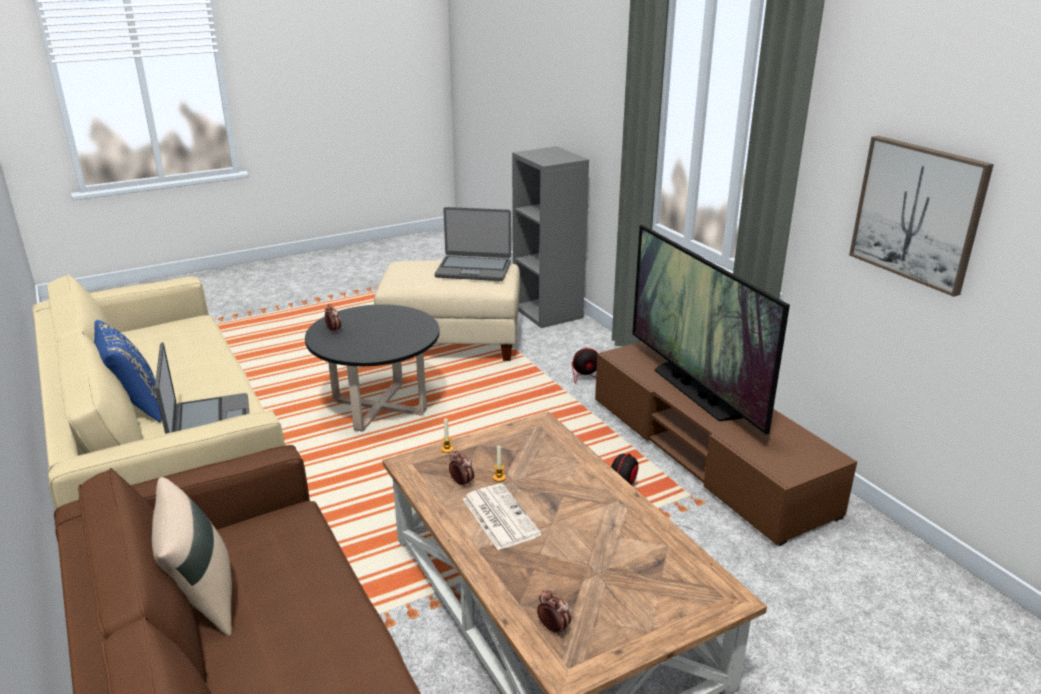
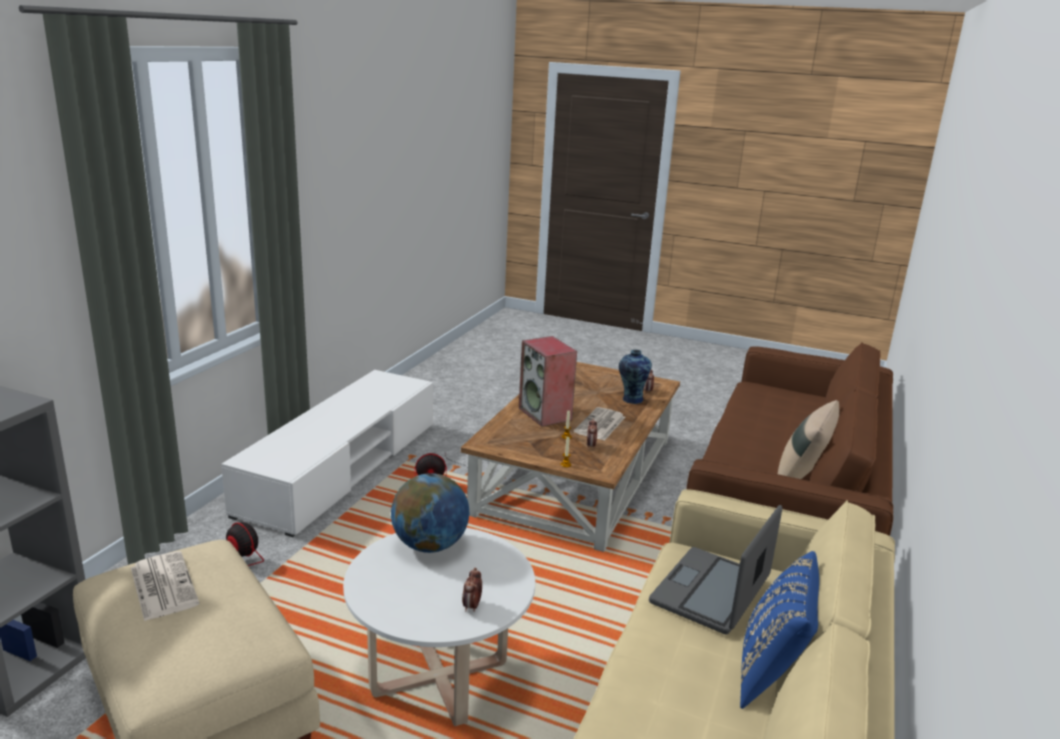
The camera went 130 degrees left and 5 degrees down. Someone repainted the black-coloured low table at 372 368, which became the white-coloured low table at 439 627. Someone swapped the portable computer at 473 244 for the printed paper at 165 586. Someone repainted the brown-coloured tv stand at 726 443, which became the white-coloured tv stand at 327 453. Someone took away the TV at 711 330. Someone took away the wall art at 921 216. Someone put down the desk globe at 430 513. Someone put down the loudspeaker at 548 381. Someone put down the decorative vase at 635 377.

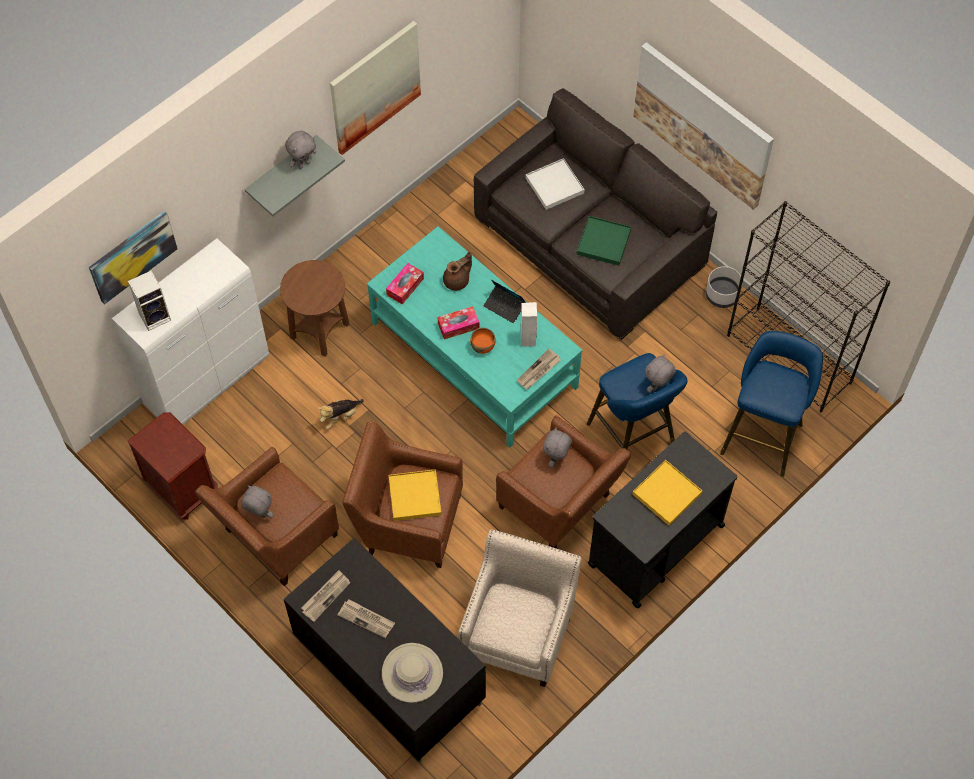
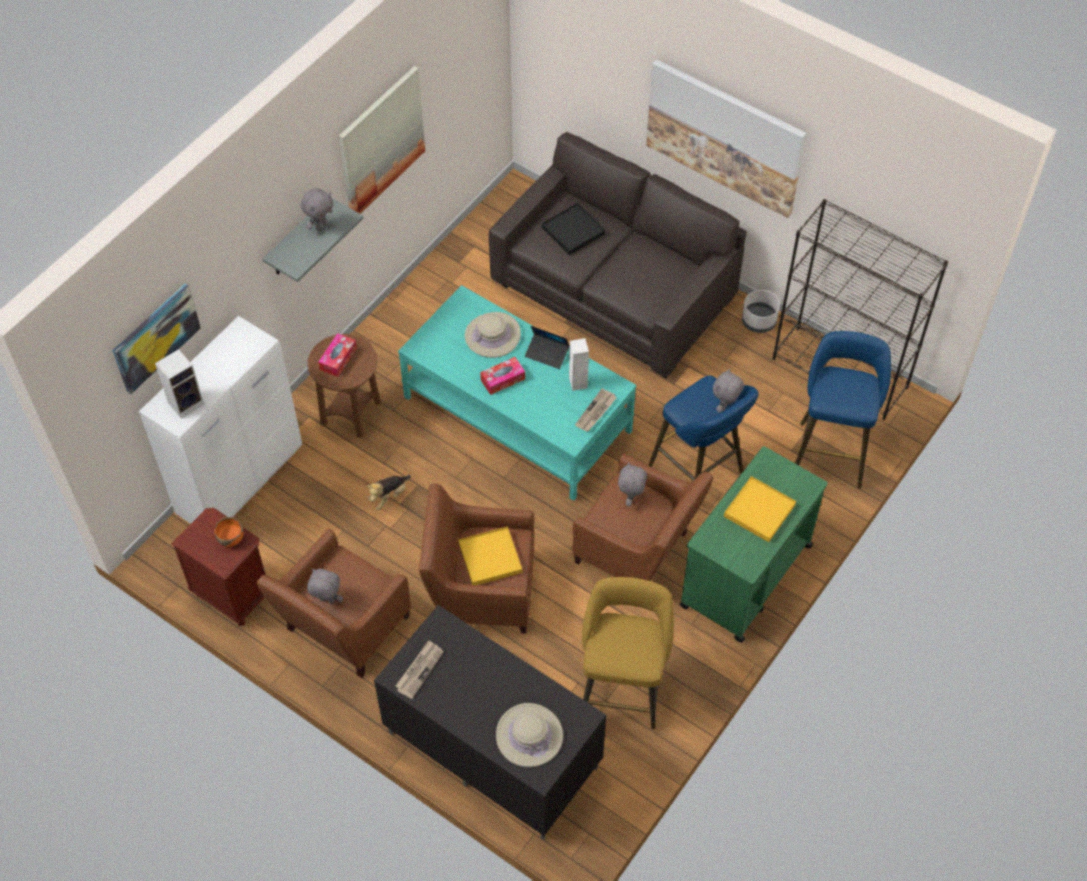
The camera went 10 degrees left and 5 degrees down. Someone took away the printed paper at 366 618. Someone carried the tissue box from 405 283 to 337 355. Someone swapped the brown-coloured pot for tea at 457 271 for the sand-coloured hat at 493 335. Someone swapped the sand-coloured armchair at 520 608 for the yellow sitting stool at 628 653. Someone carried the orange serving bowl from 483 341 to 228 532. Someone repainted the white-coloured carrying tray at 555 184, which became the black-coloured carrying tray at 573 229. Someone took away the green carrying tray at 604 241. Someone repainted the black-coloured wheeled cart at 662 520, which became the green wheeled cart at 754 544.

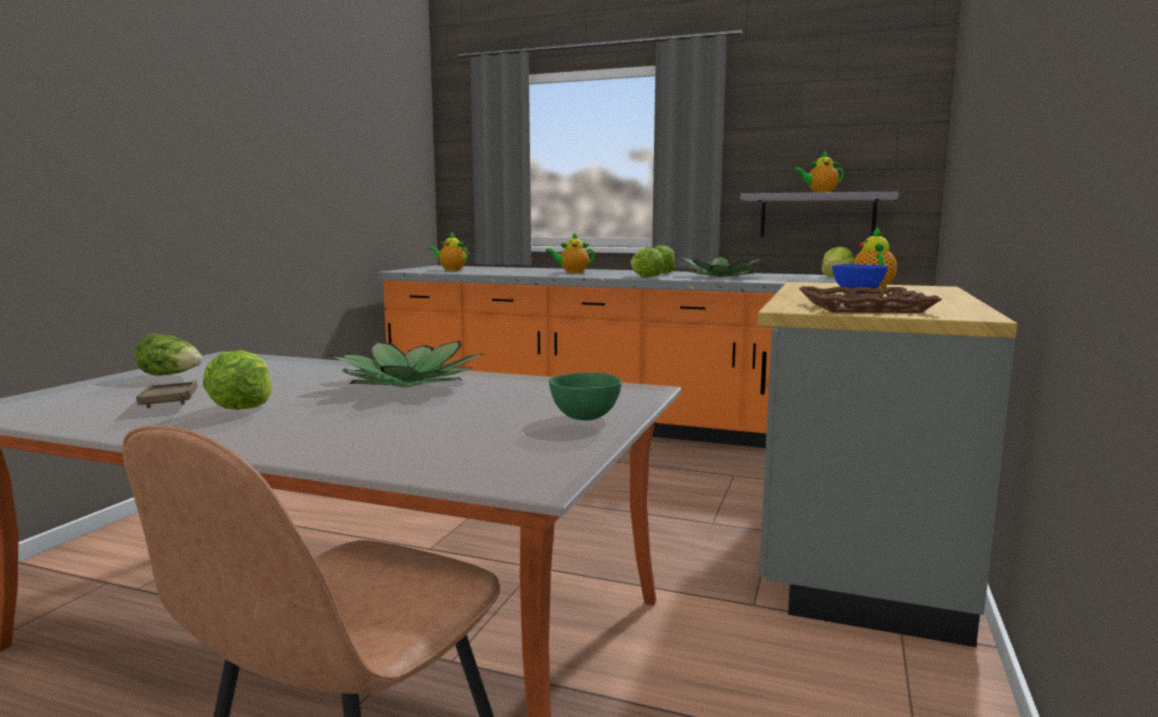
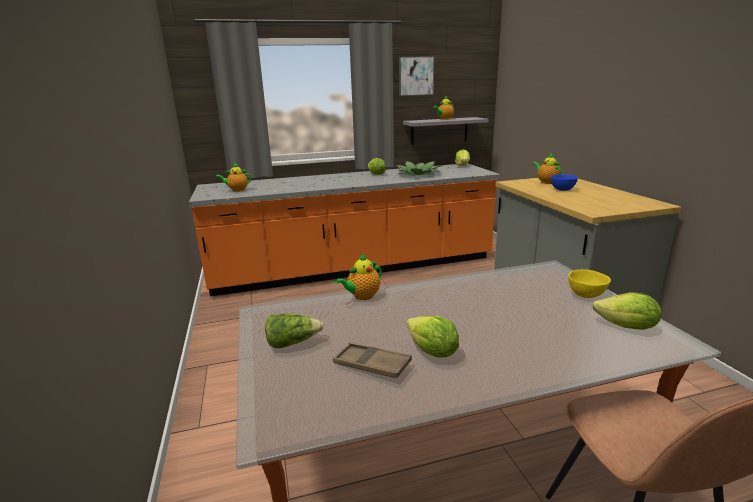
The camera went 35 degrees left and 10 degrees up. Someone took away the potted plant at 407 364. Someone carried the pot for tea from 570 253 to 358 277. Someone repainted the green serving bowl at 585 396, which became the yellow serving bowl at 589 283. Someone carried the lettuce from 647 262 to 626 311. Someone took away the brown-coloured carrying tray at 870 299. Someone put up the wall art at 416 76.

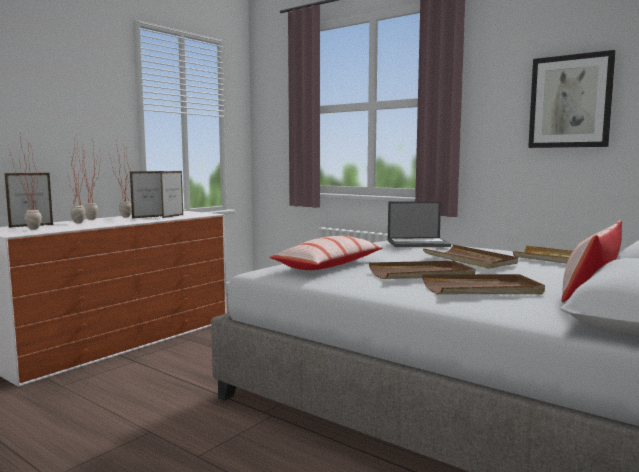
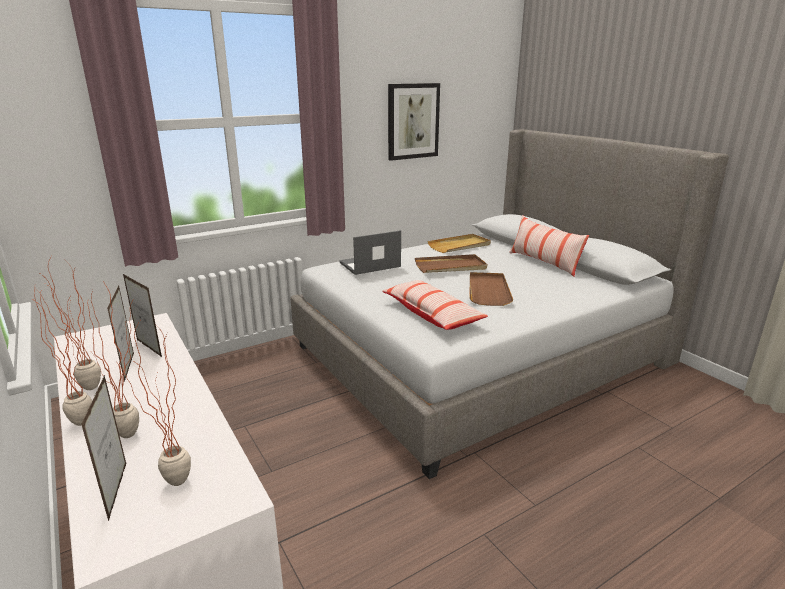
The camera went 70 degrees left and 15 degrees up. Someone rotated the portable computer at 419 224 by 135 degrees counterclockwise. Someone took away the brown-coloured carrying tray at 483 284.

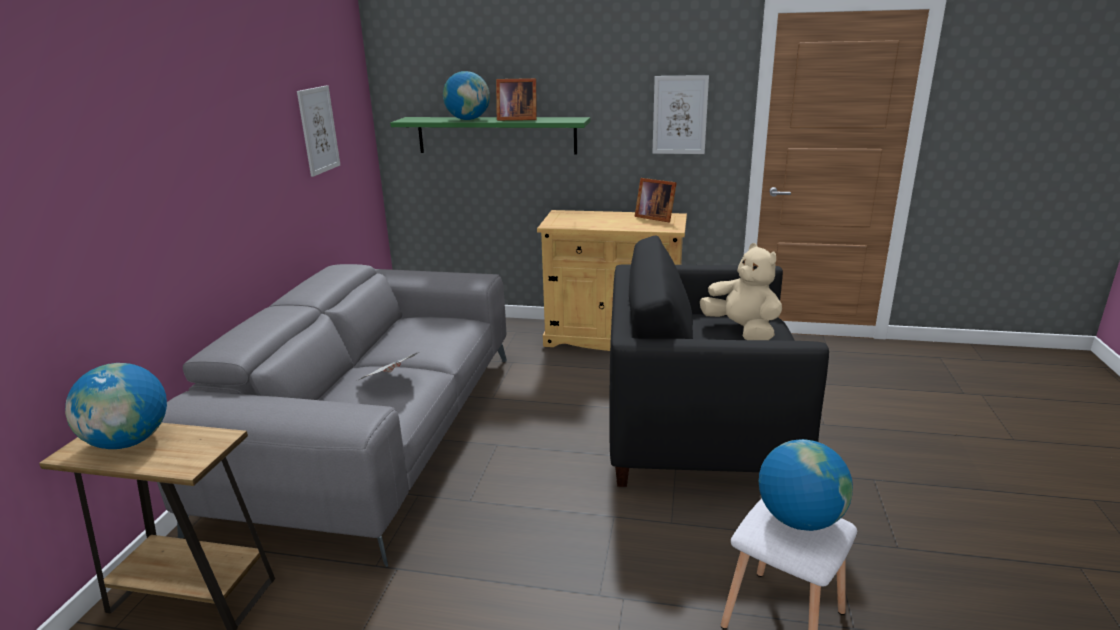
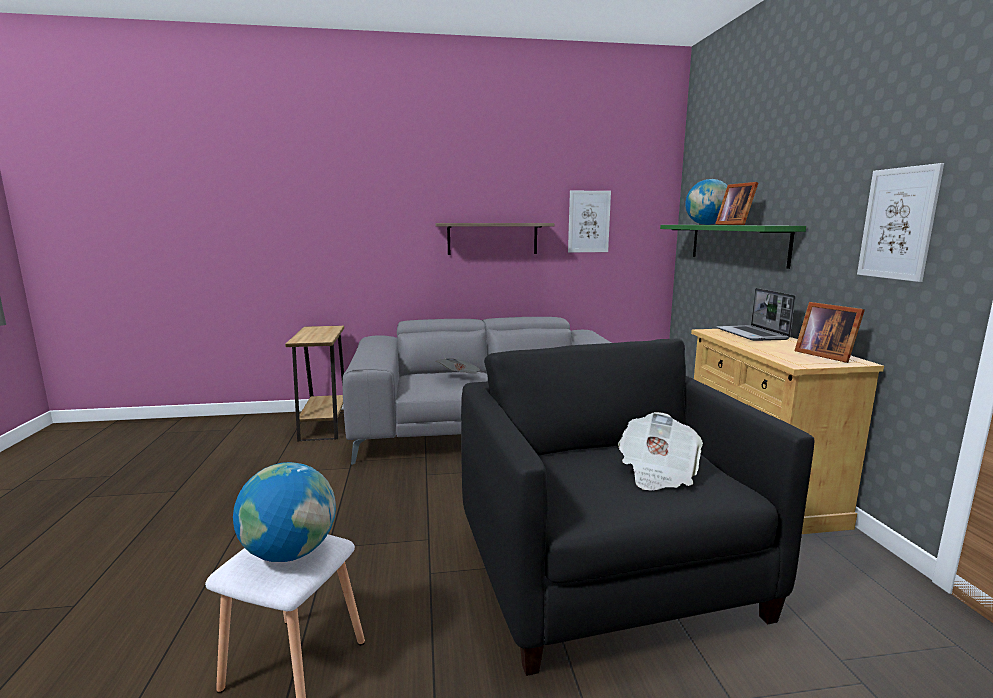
The camera went 70 degrees right and 10 degrees down. Someone took away the desk globe at 116 406. Someone rotated the photo frame at 656 200 by 45 degrees counterclockwise. Someone swapped the sand-coloured soft toy at 741 291 for the printed paper at 660 451. Someone put up the shelf at 495 239. Someone put down the portable computer at 756 314.

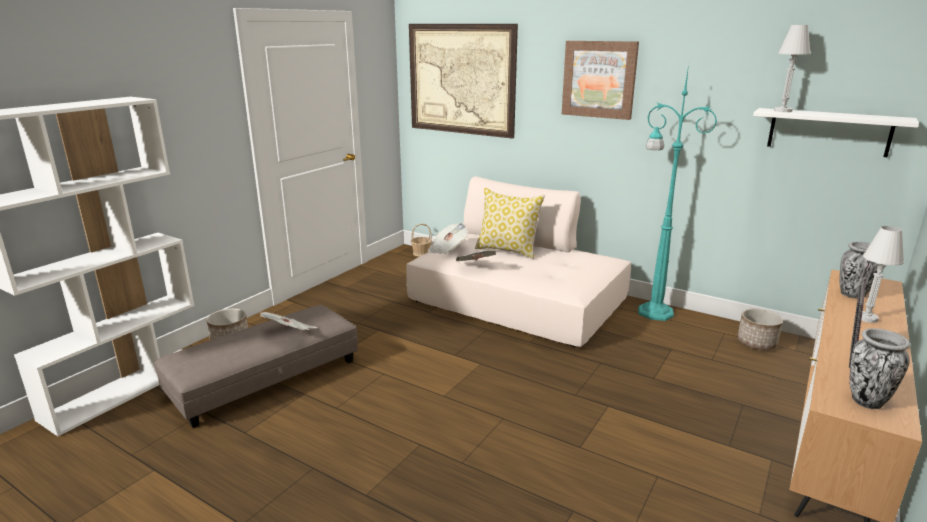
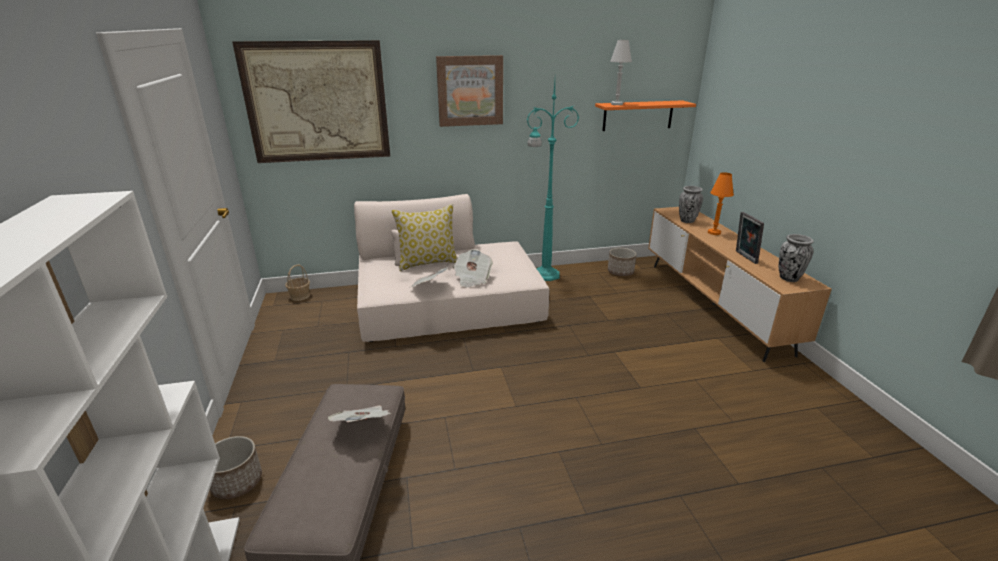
The camera went 45 degrees left and 5 degrees up. Someone carried the printed paper from 448 238 to 473 268. Someone repainted the white-coloured shelf at 836 132, which became the orange shelf at 645 115. Someone repainted the white-coloured tabletop lamp at 882 274, which became the orange tabletop lamp at 721 203.

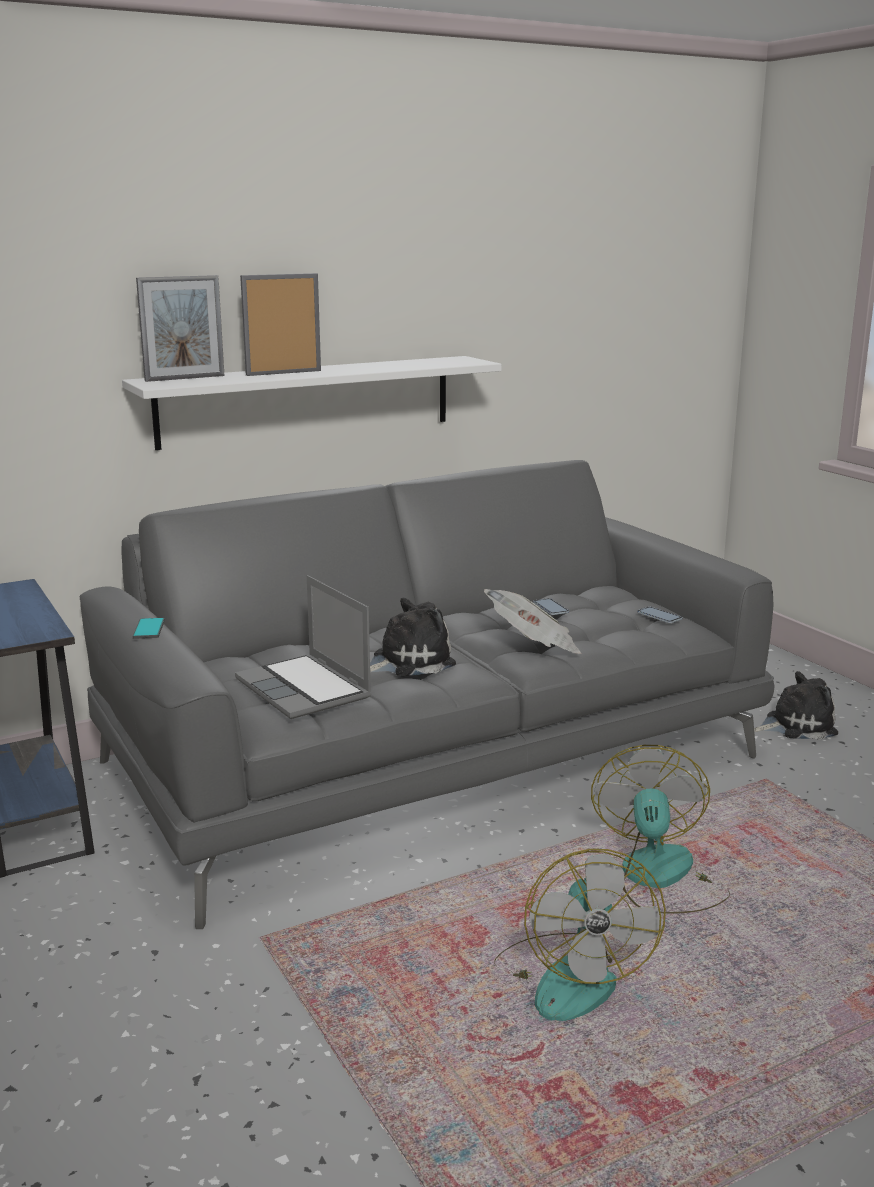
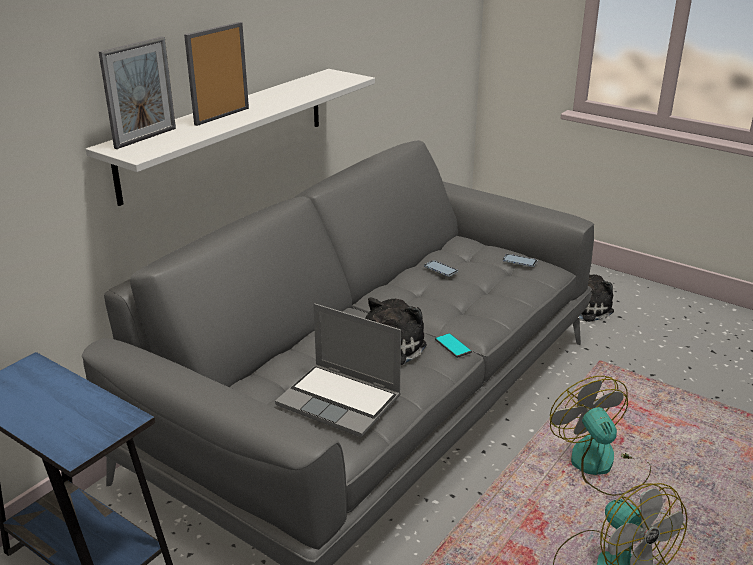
The camera went 25 degrees left and 10 degrees up. Someone carried the telephone from 149 628 to 453 345. Someone took away the printed paper at 533 621.

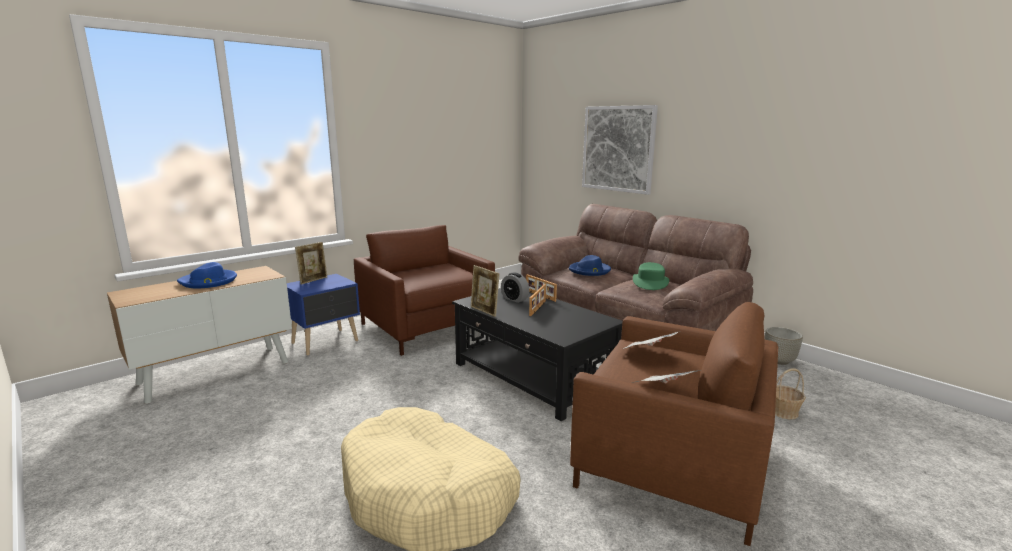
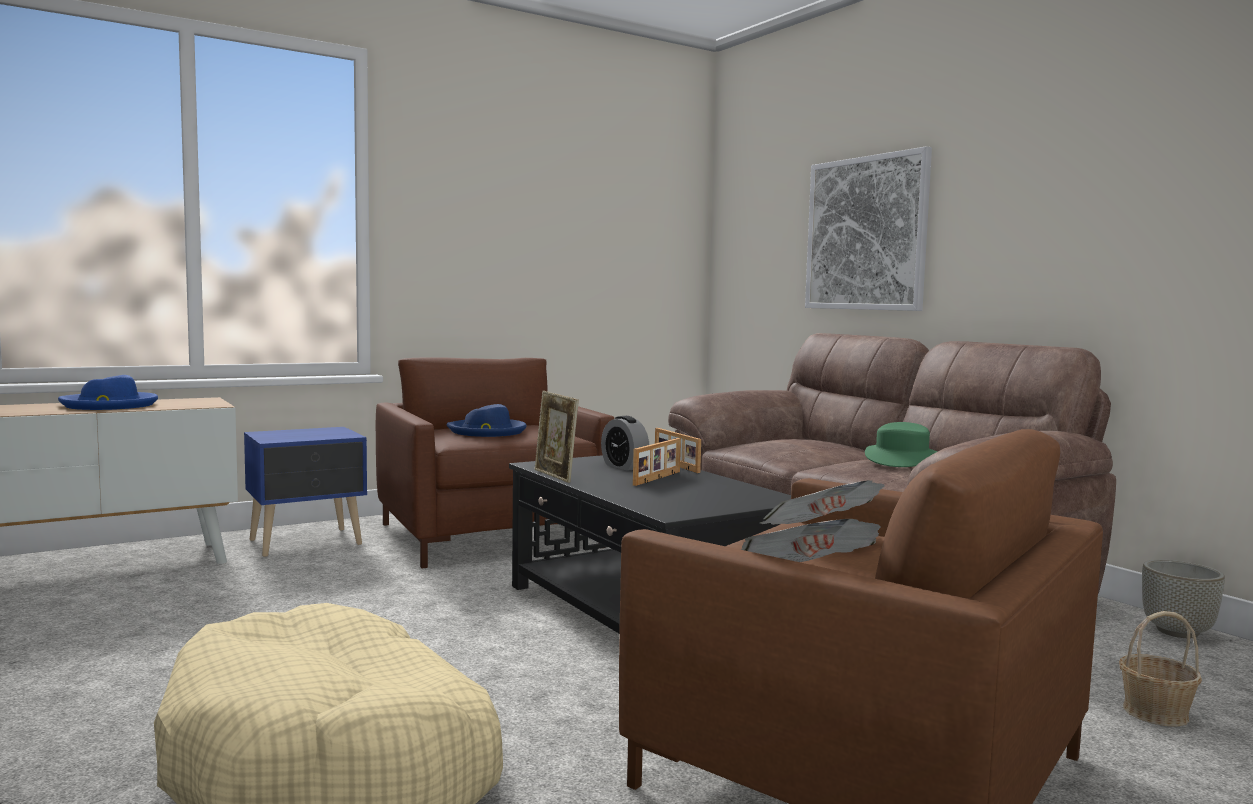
The camera went 10 degrees right and 10 degrees down. Someone took away the photo frame at 311 263. Someone carried the blue-coloured hat from 590 265 to 487 420.

